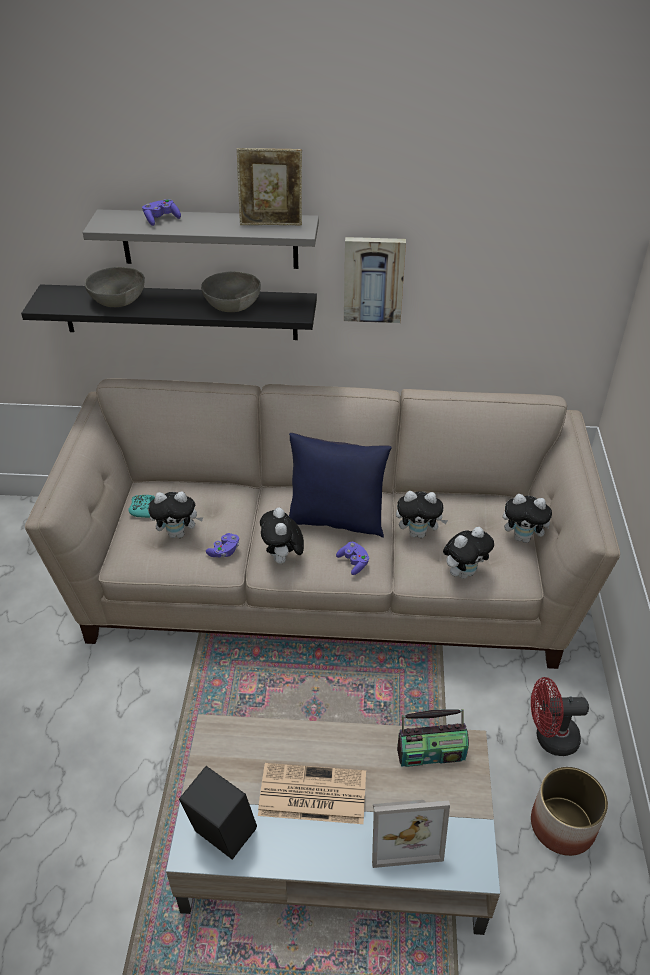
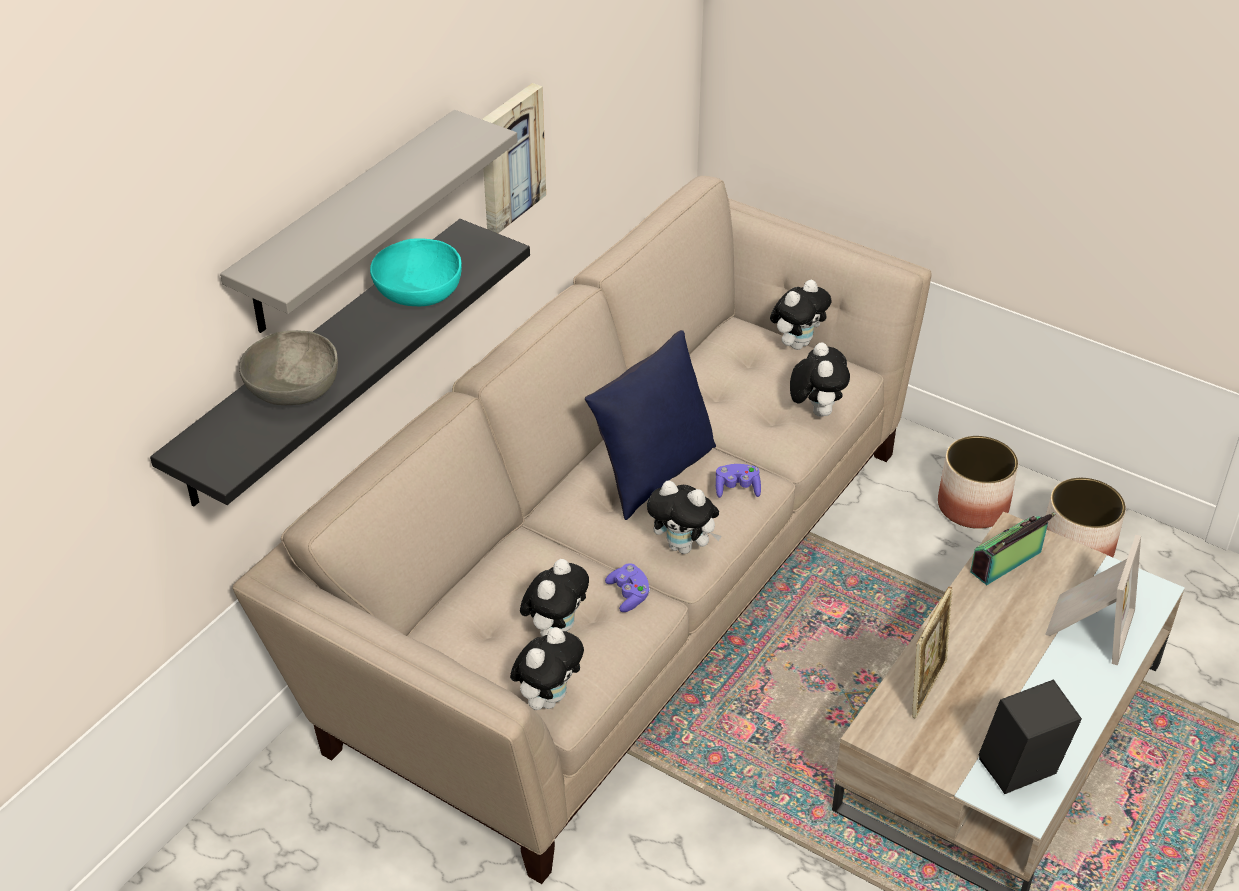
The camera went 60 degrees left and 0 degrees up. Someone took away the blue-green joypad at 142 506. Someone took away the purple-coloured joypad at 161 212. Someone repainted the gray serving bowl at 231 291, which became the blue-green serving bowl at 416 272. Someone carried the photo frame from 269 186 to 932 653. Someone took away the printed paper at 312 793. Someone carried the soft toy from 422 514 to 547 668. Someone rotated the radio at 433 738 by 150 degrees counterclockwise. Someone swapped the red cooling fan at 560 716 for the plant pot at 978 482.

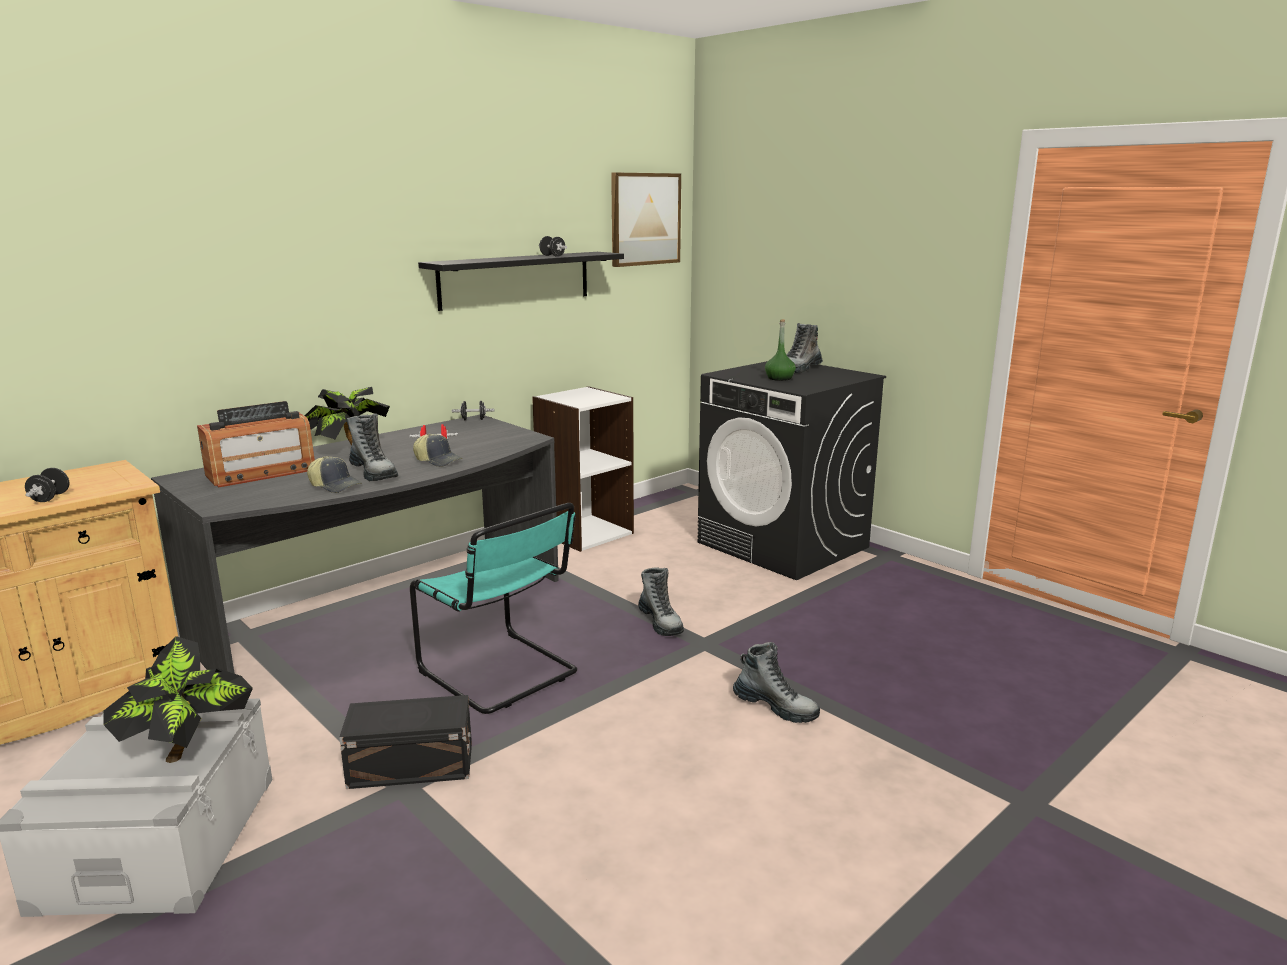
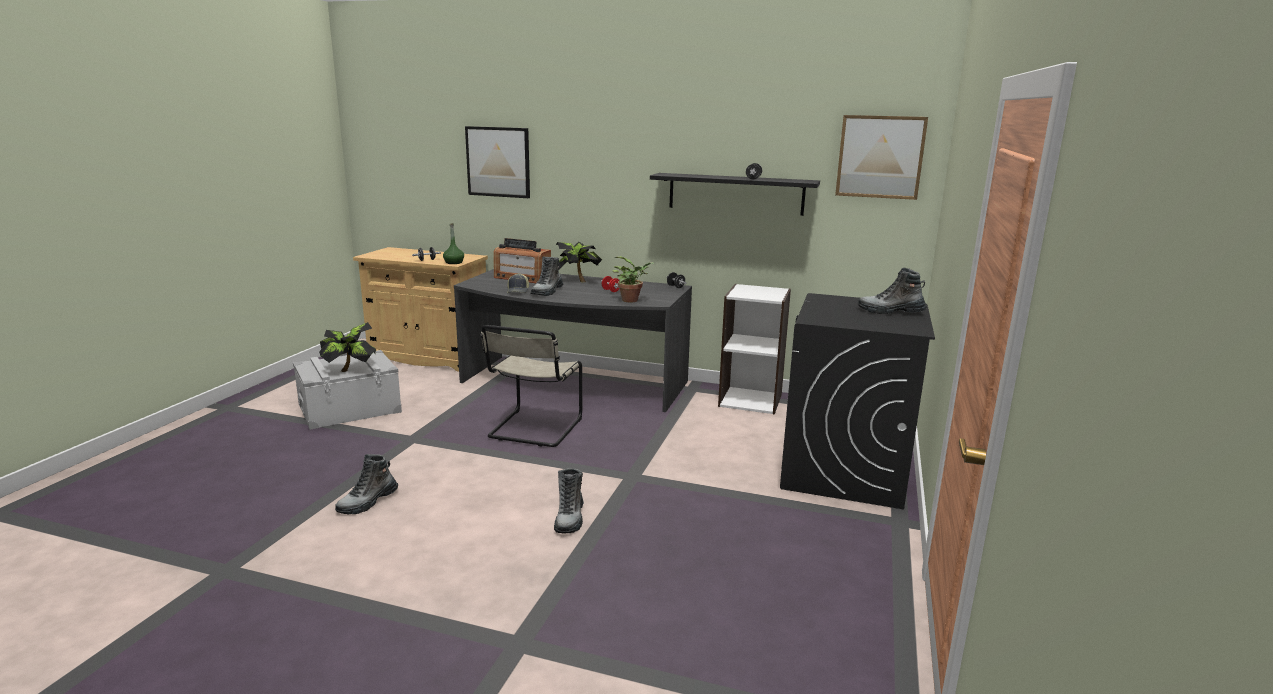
The camera went 60 degrees right and 0 degrees up. Someone took away the black-coloured storage box at 405 742. Someone repainted the blue-green plain chair at 493 608, which became the sand-coloured plain chair at 531 386. Someone took away the peaked cap at 438 450. Someone carried the high-top boot from 661 601 to 366 484. Someone carried the green beverage bottle from 780 350 to 453 243. Someone put up the wall art at 497 162. Someone put down the potted plant at 633 279.

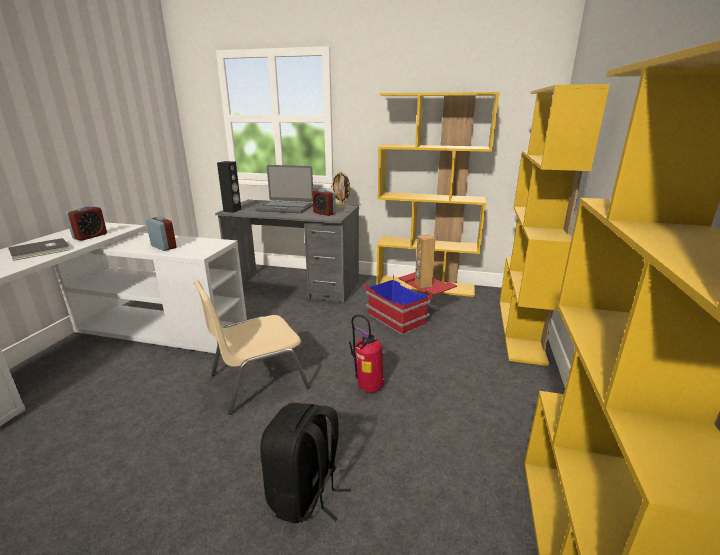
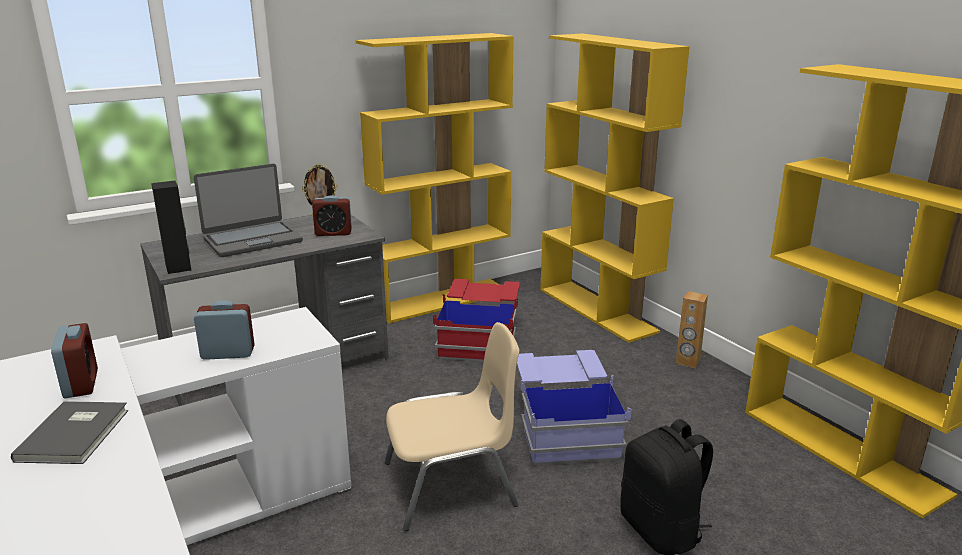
The camera went 45 degrees left and 0 degrees up. Someone rotated the sand-coloured plain chair at 252 347 by 120 degrees counterclockwise. Someone swapped the fire extinguisher at 366 353 for the blue-coloured storage box at 574 407. Someone carried the brown-coloured loudspeaker from 425 261 to 692 329.

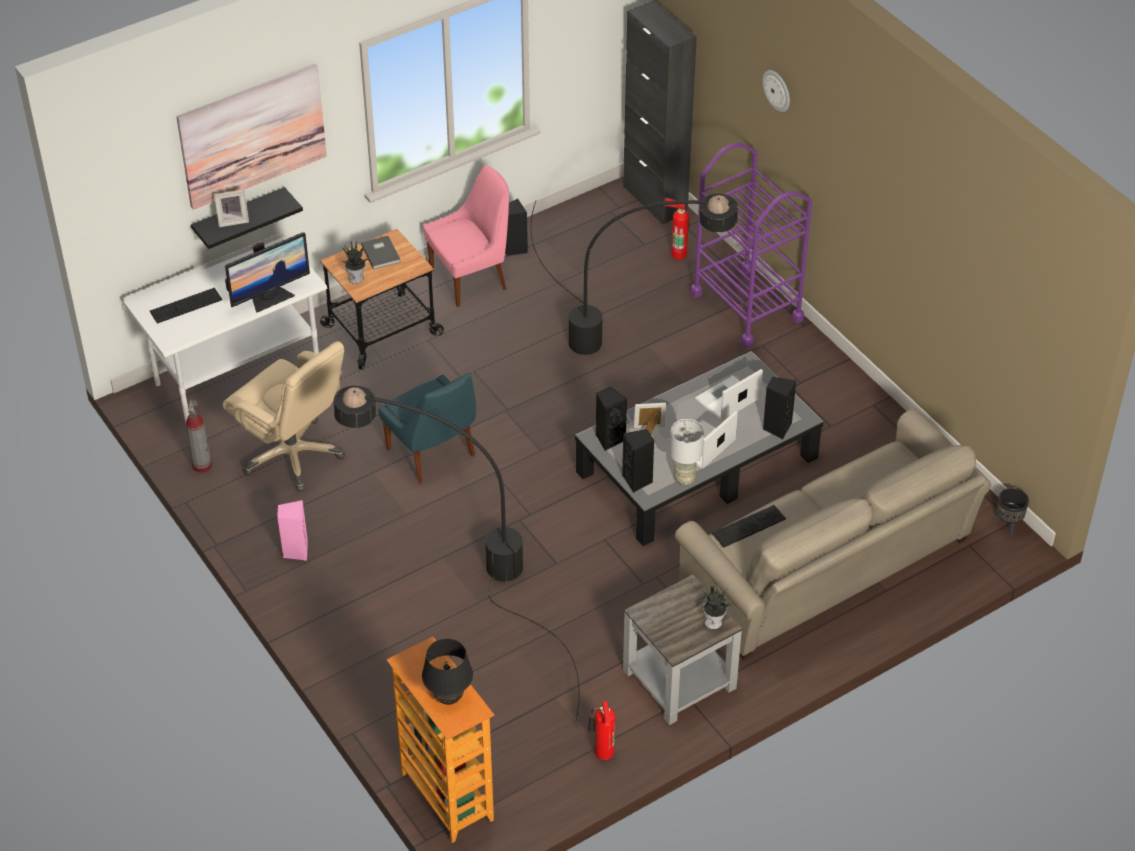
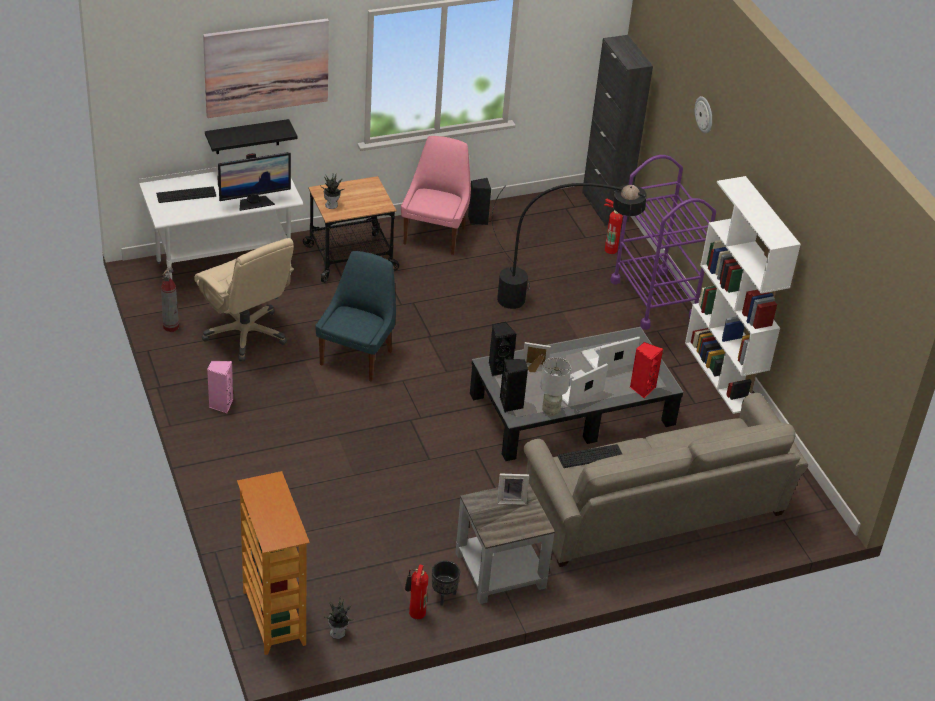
The camera went 10 degrees right and 5 degrees down. Someone carried the photo frame from 231 208 to 513 489. Someone took away the black-coloured standing lamp at 456 554. Someone took away the gray book at 381 253. Someone rotated the blue-coloured plain chair at 427 428 by 135 degrees counterclockwise. Someone took away the black-coloured tabletop lamp at 447 672. Someone rotated the pink-coloured plain chair at 466 236 by 60 degrees counterclockwise. Someone carried the potted plant from 719 606 to 340 618. Someone repainted the black-coloured loudspeaker at 779 408, which became the red loudspeaker at 646 370. Someone carried the black-coloured plant pot from 1012 512 to 446 583. Someone put down the white-coloured bookshelf at 743 295.

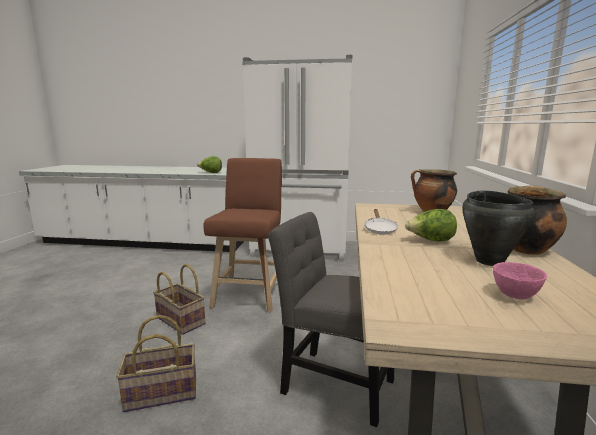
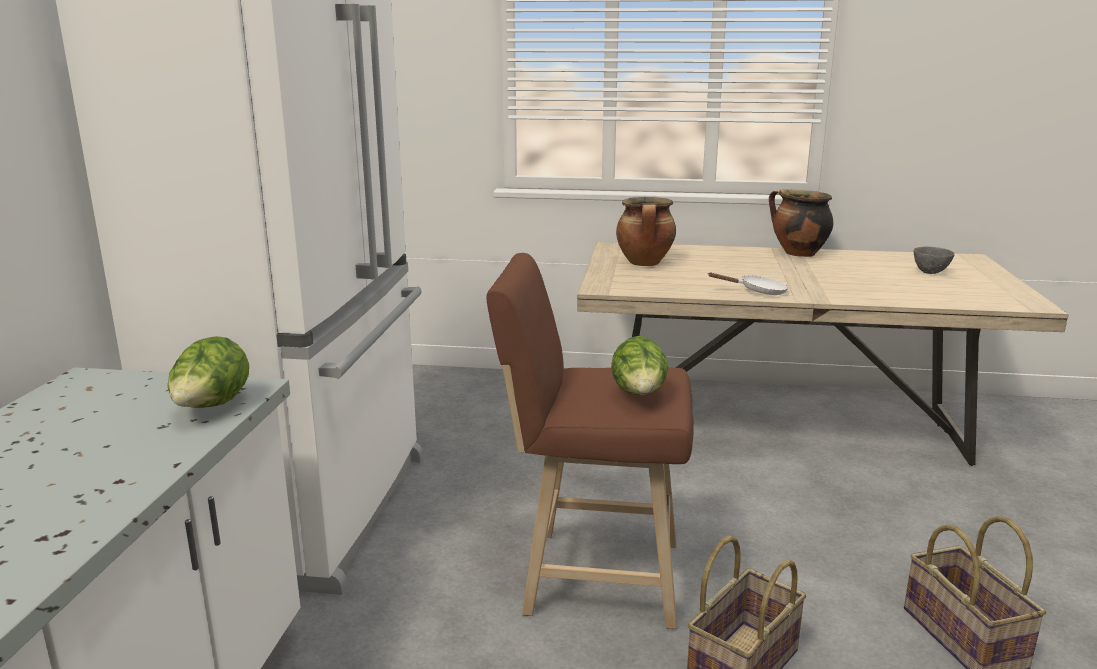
The camera went 90 degrees left and 5 degrees up. Someone took away the gray plain chair at 331 319. Someone carried the lettuce from 431 225 to 639 366. Someone took away the black-coloured stockpot at 498 228. Someone repainted the pink-coloured serving bowl at 520 280, which became the gray serving bowl at 934 260.

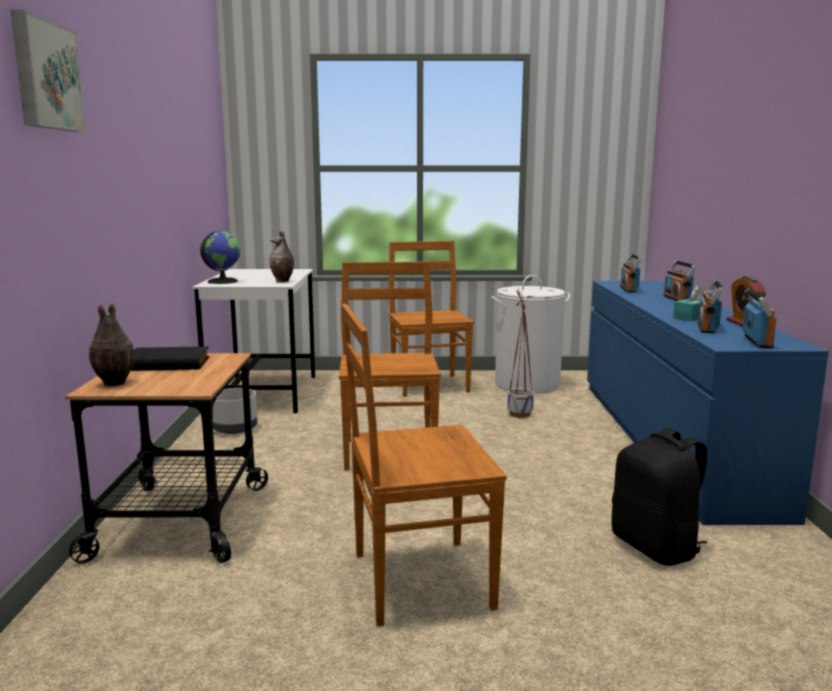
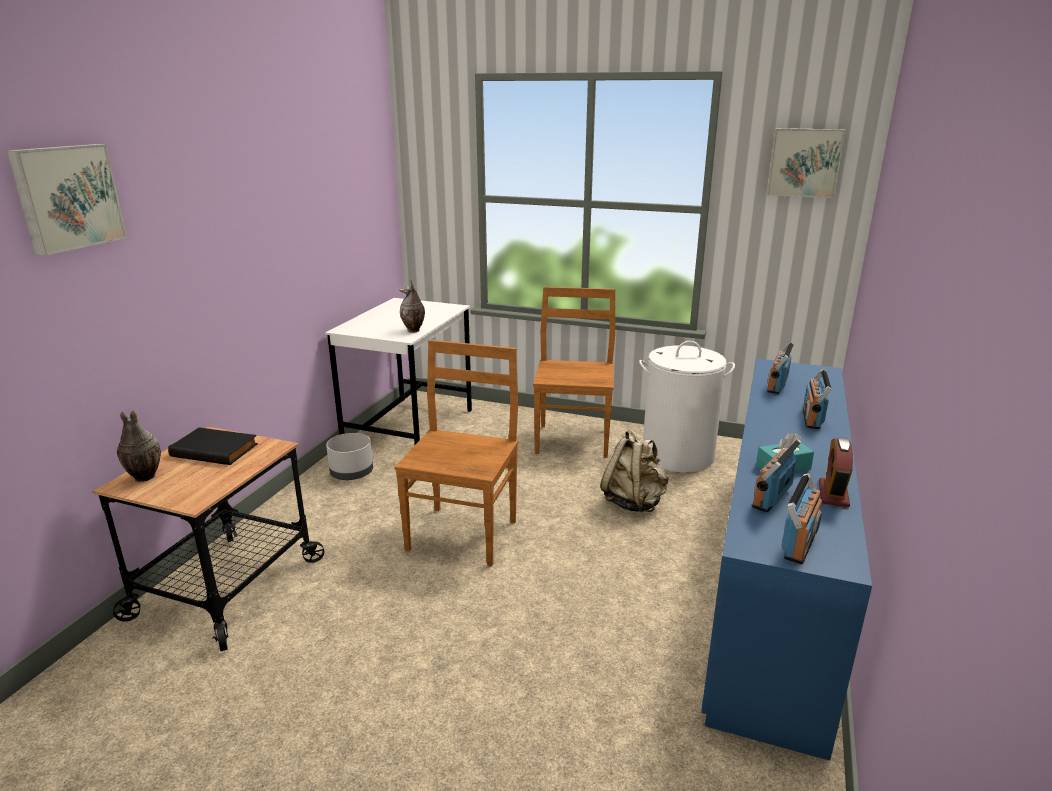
The camera went 20 degrees right and 10 degrees up. Someone took away the desk globe at 220 257. Someone took away the brown-coloured plain chair at 424 465. Someone swapped the plant pot at 520 353 for the sand-coloured knapsack at 634 471. Someone took away the black-coloured knapsack at 659 497. Someone put up the wall art at 806 163.

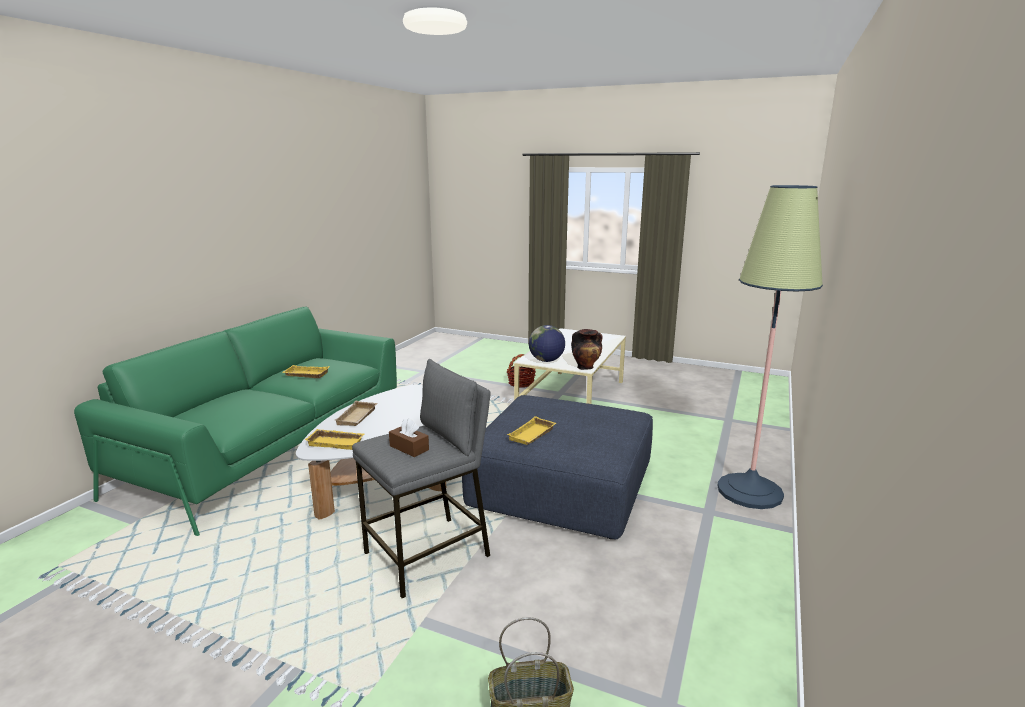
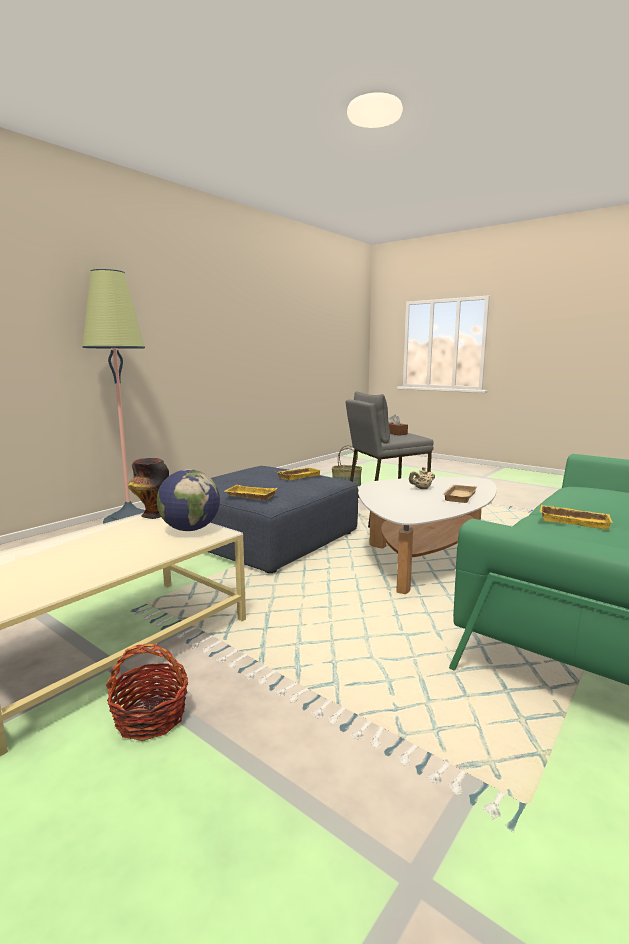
The camera went 165 degrees left and 5 degrees down. Someone carried the yellow carrying tray from 334 439 to 251 492. Someone put down the sand-coloured pot for tea at 422 478.

